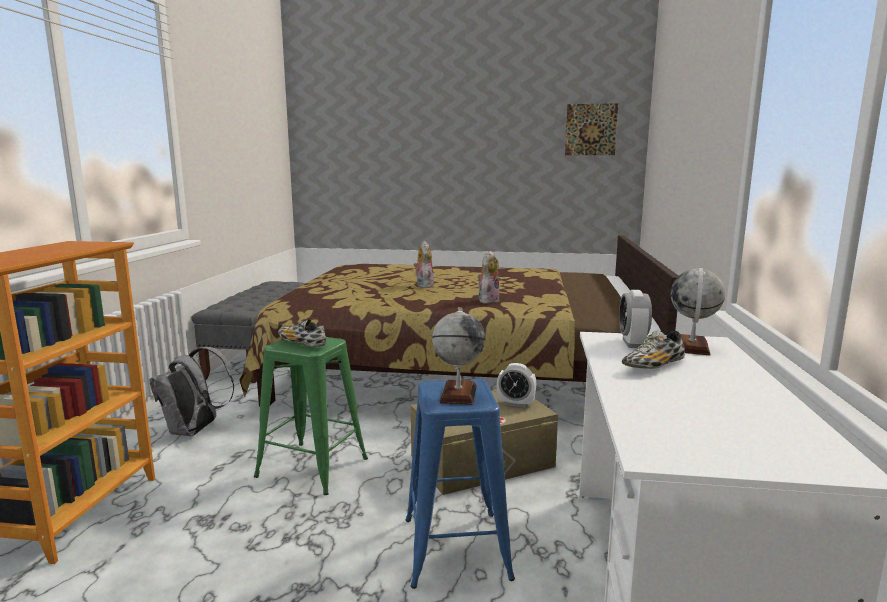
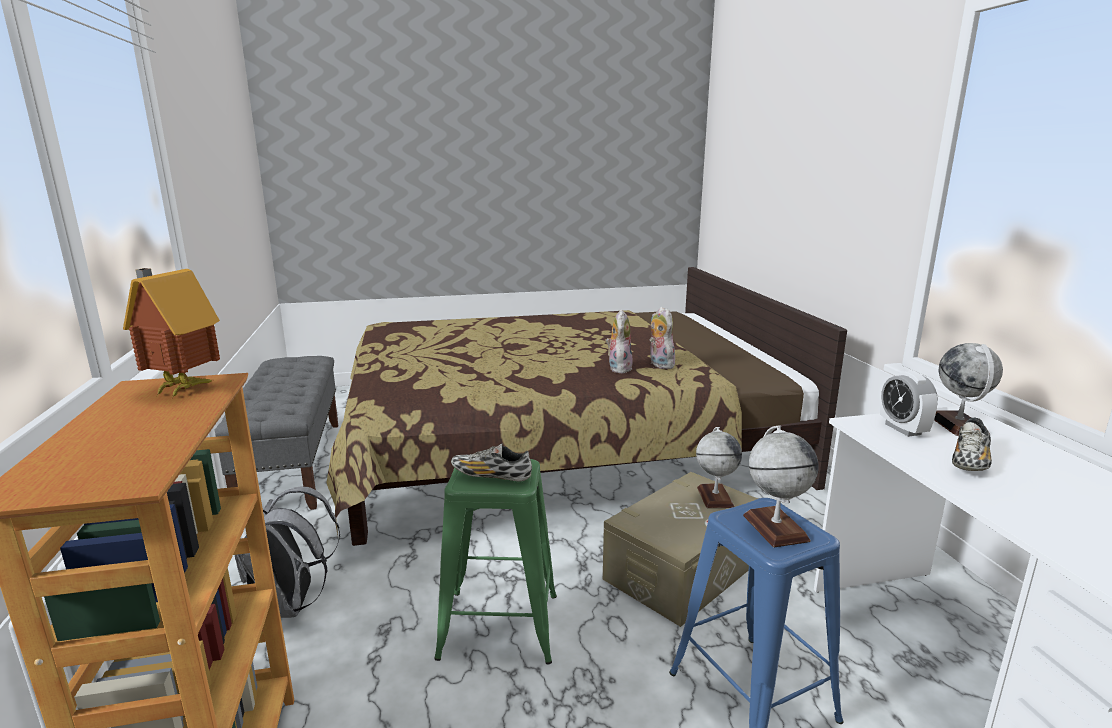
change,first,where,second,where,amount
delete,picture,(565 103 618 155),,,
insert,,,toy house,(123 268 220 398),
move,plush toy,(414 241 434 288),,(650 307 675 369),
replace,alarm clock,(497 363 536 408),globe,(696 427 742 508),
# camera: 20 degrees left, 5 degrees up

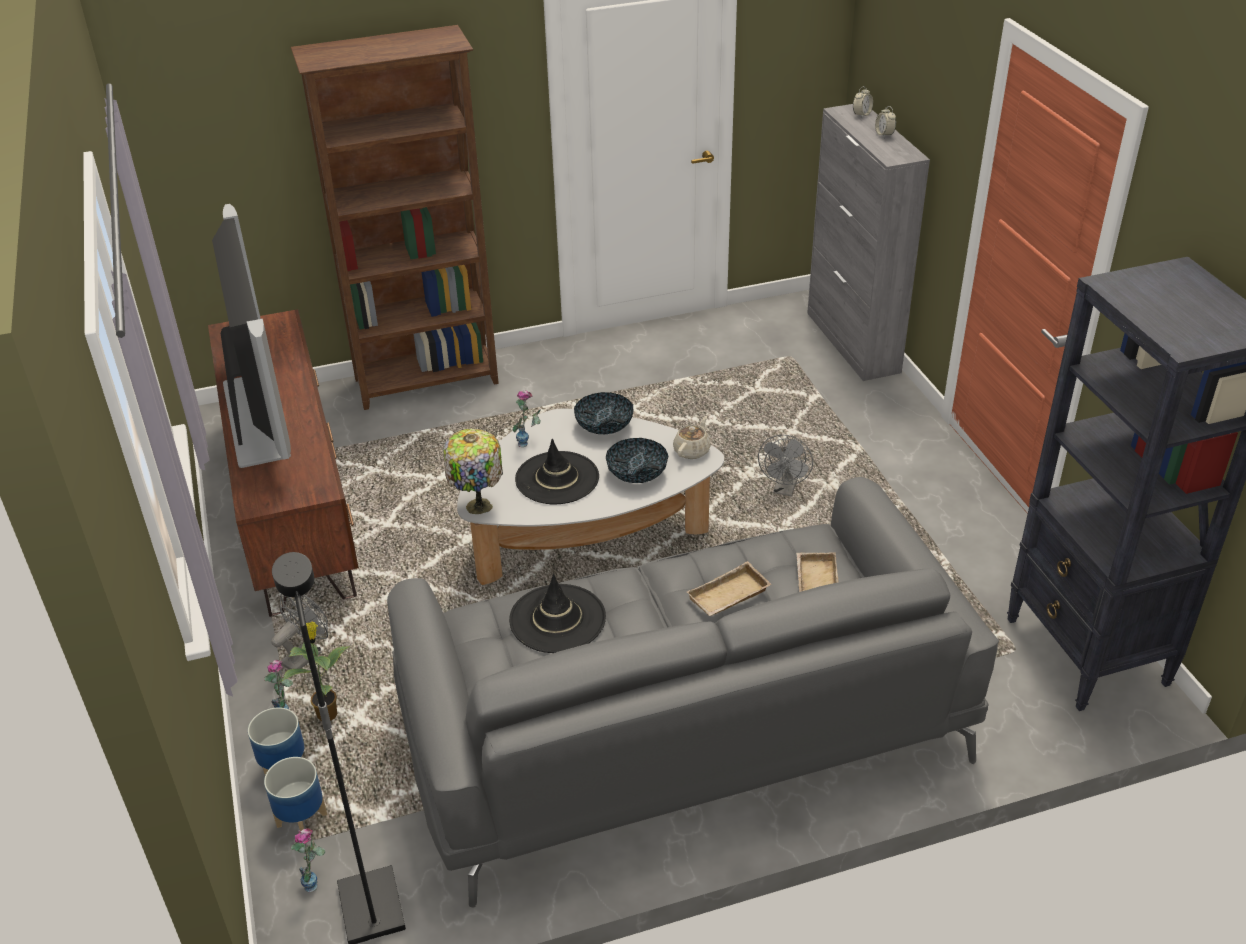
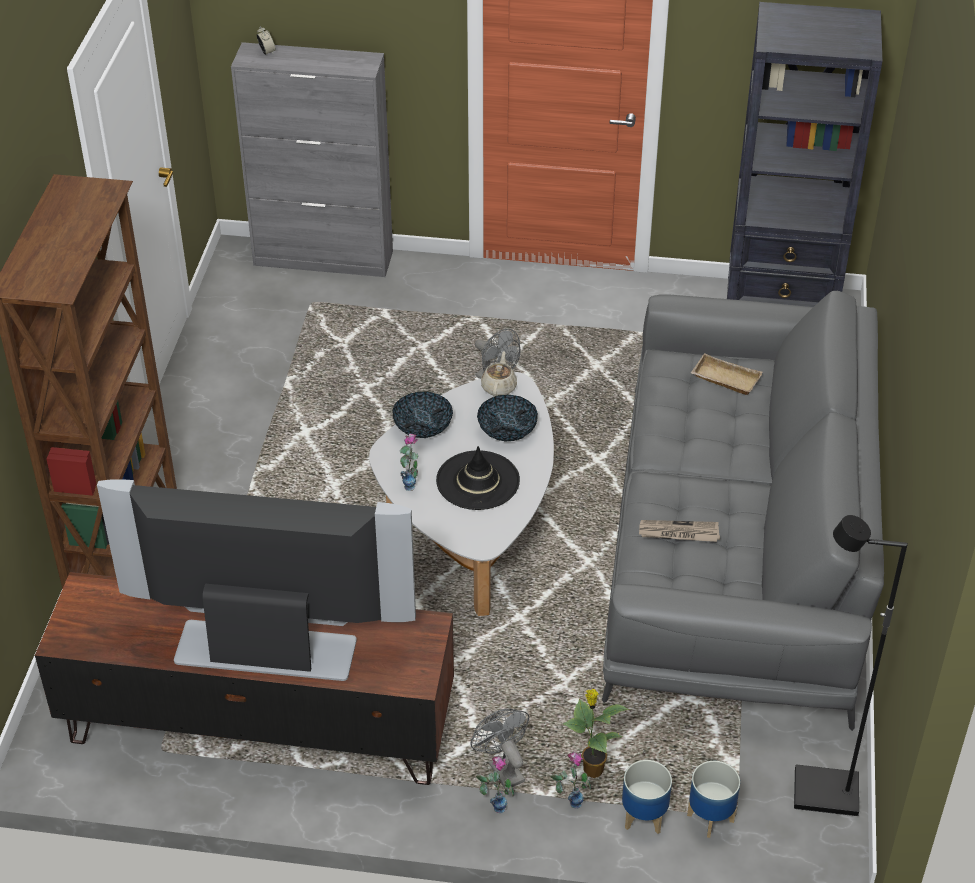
change,first,where,second,where,amount
delete,table lamp,(444 429 503 514),,,
delete,beige tray,(687 561 771 616),,,
delete,alarm clock,(875 106 896 138),,,
move,vase,(291 828 325 893),,(476 756 514 813),
replace,black hat,(509 574 606 653),newspaper,(639 520 720 542),
rotate,beige teapot,(673 416 711 459),,(481 351 517 397),45 degrees clockwise
# camera: 65 degrees left, 5 degrees up

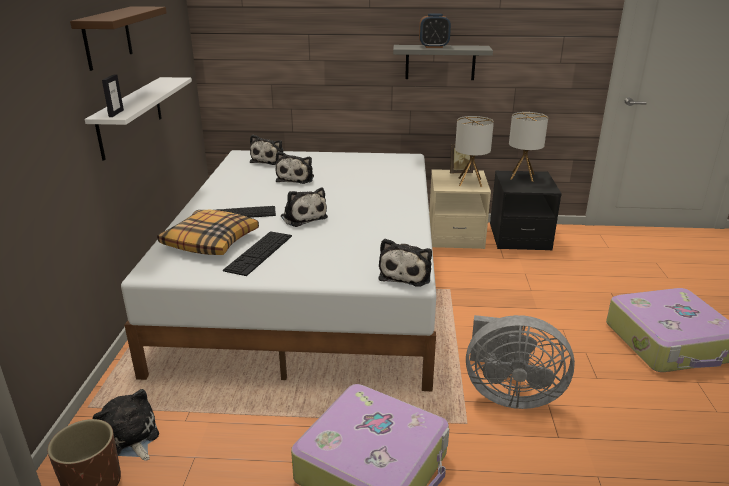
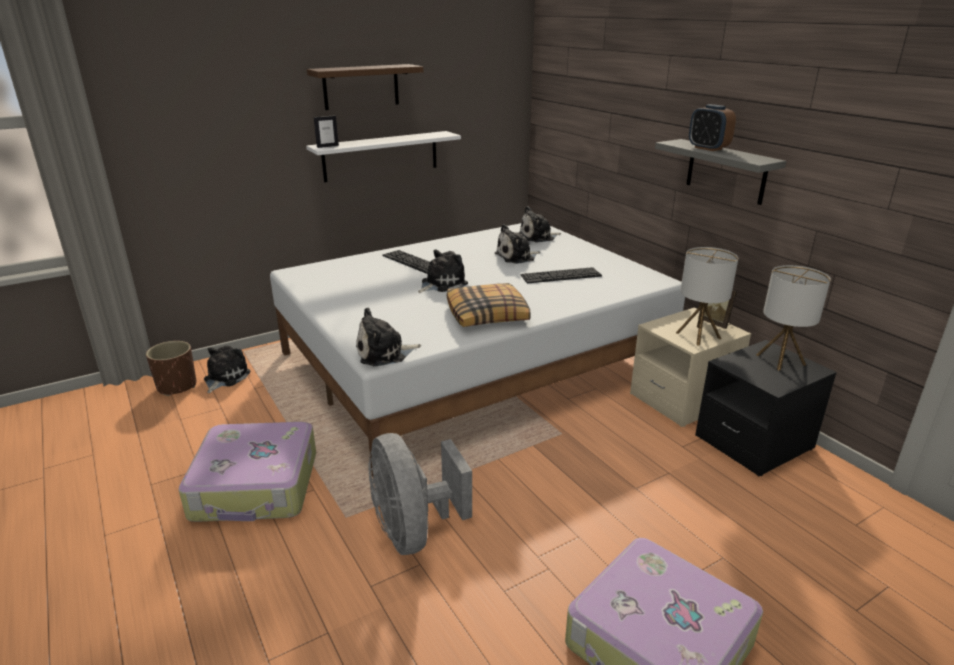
change,first,where,second,where,amount
move,pillow,(157 210 259 255),,(447 283 531 327),
move,keyboard,(223 231 292 276),,(521 267 602 283),
rotate,plush toy,(280 187 328 227),,(418 250 468 293),150 degrees counterclockwise
# camera: 55 degrees right, 0 degrees up

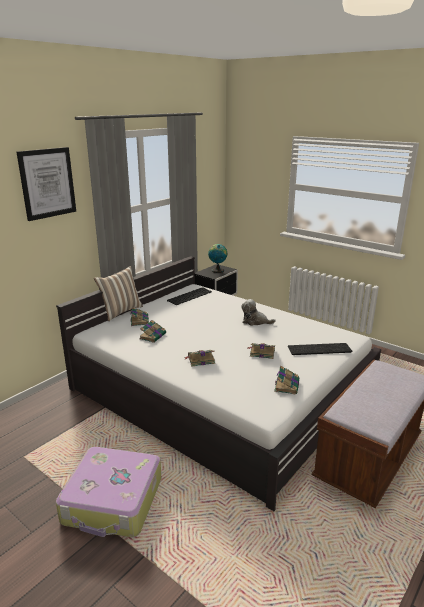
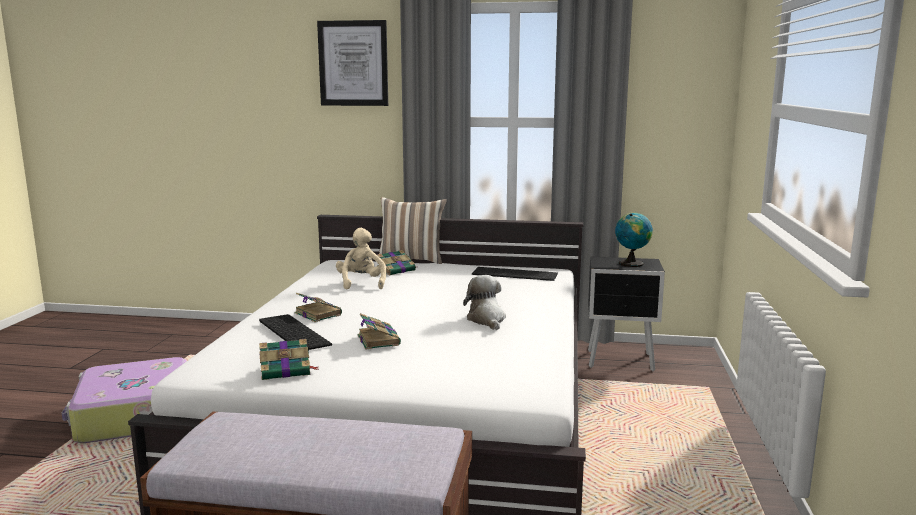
change,first,where,second,where,amount
move,keyboard,(288 343 352 355),,(259 314 332 351),
replace,book,(139 320 166 343),beige plush toy,(336 228 387 289),
# camera: 60 degrees right, 10 degrees down

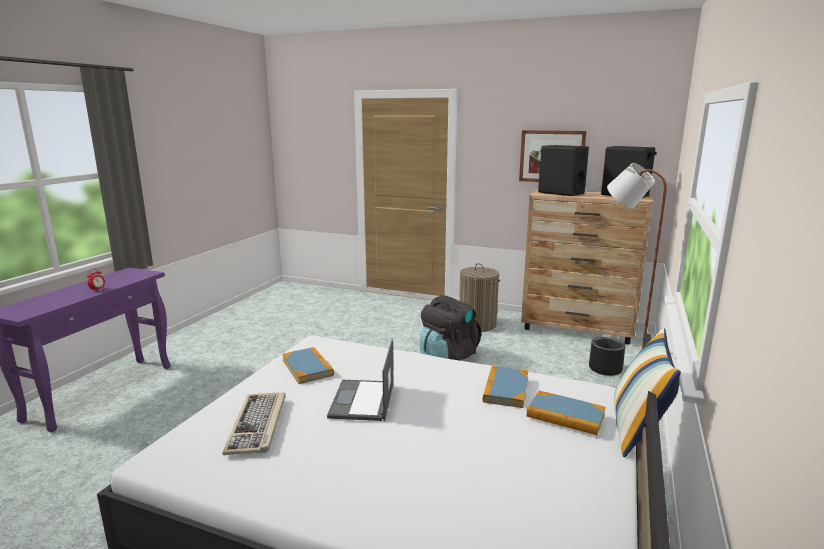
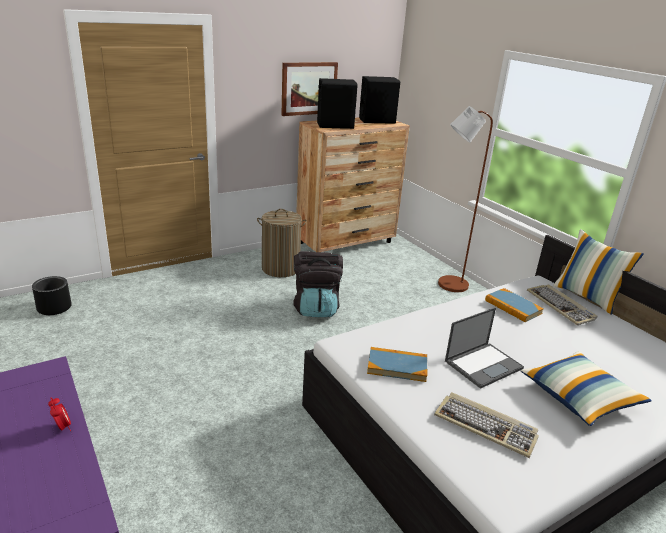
change,first,where,second,where,amount
insert,,,pillow,(521 351 652 426),
move,black planter,(589 337 625 376),,(32 276 71 315),
replace,book,(527 391 606 435),keyboard,(527 284 597 325),
rotate,laptop,(327 339 393 421),,(445 307 524 389),75 degrees counterclockwise
# camera: 55 degrees left, 10 degrees up

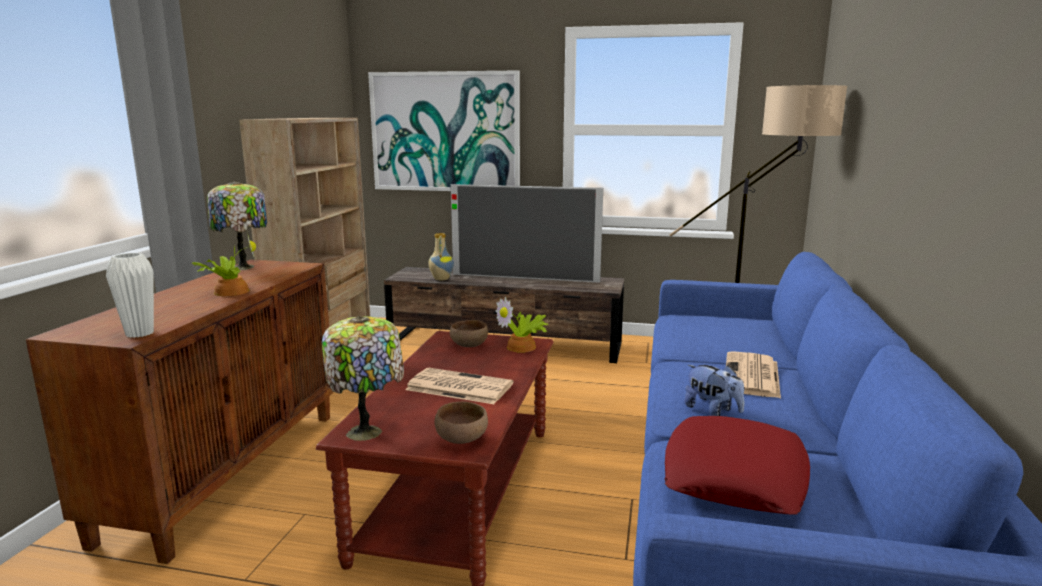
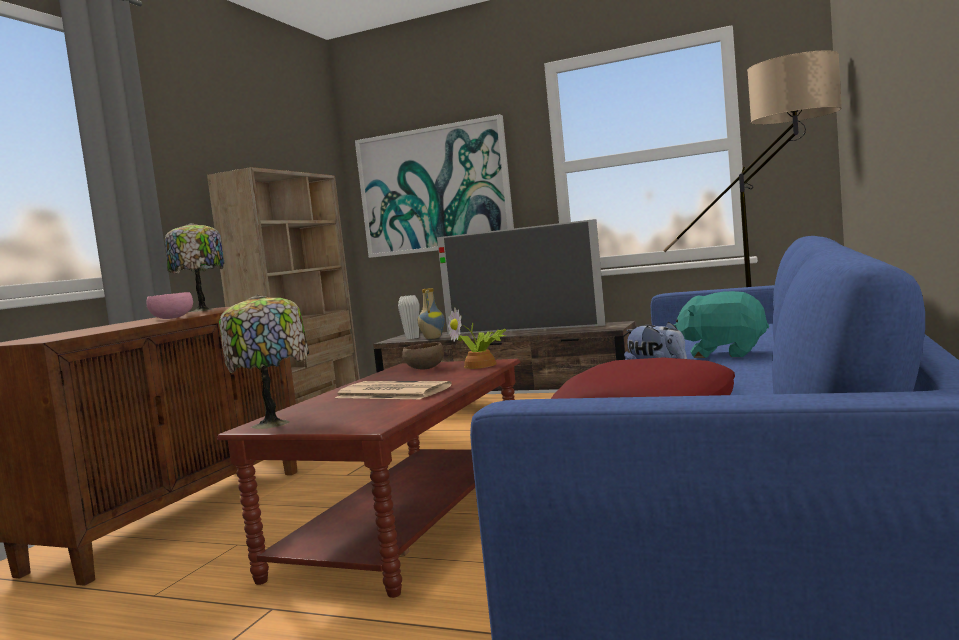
change,first,where,second,where,amount
delete,brown bowl,(435 401 488 444),,,
move,white vase,(106 253 154 338),,(398 295 419 339),
replace,potted plant,(192 235 256 296),pink bowl,(146 292 193 319),
replace,newspaper,(726 351 781 398),turquoise plush toy,(674 291 769 358),
# camera: 10 degrees right, 10 degrees down

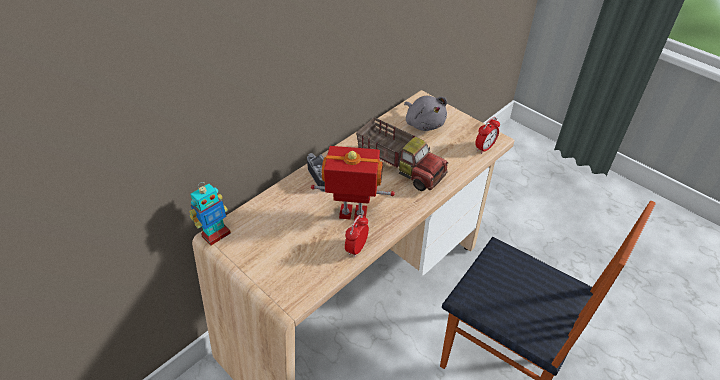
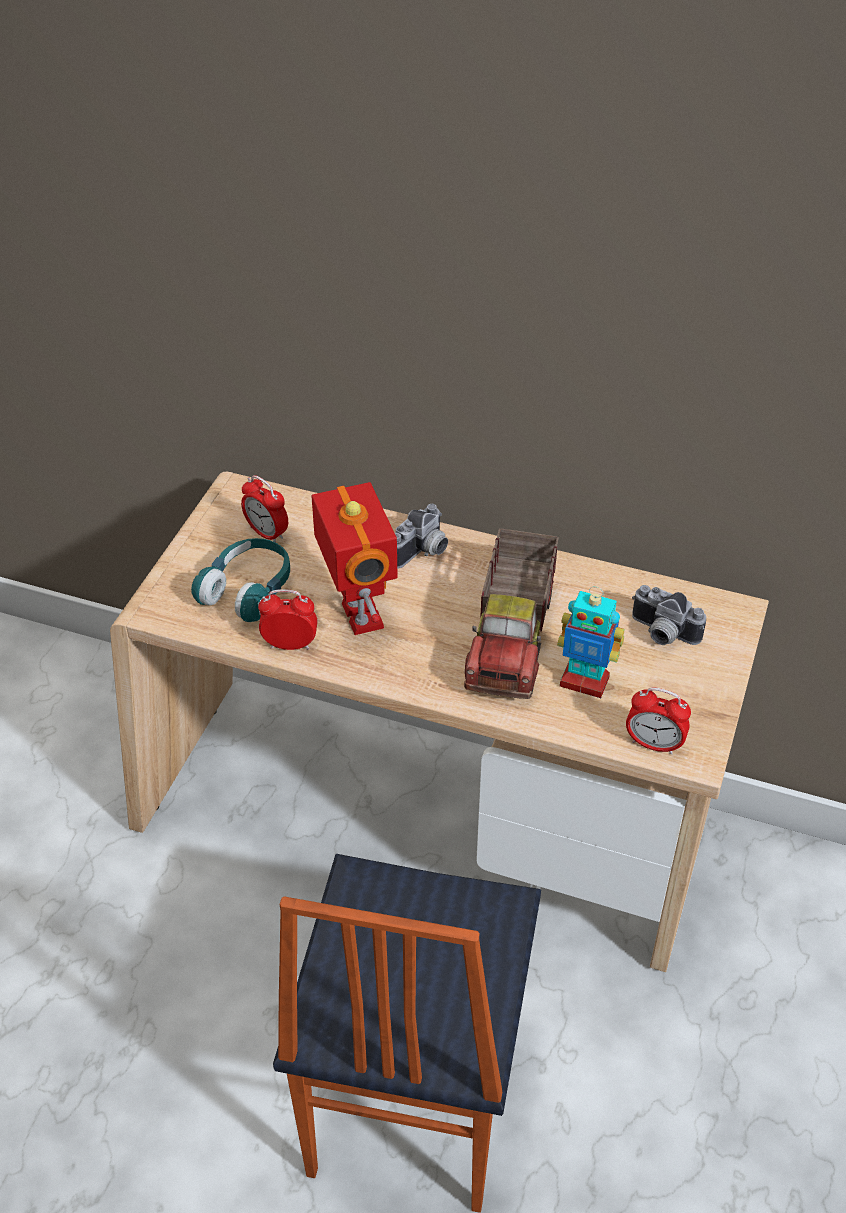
change,first,where,second,where,amount
insert,,,turquoise headphones,(191 538 290 622),
insert,,,alarm clock,(241 475 288 542),
move,toy robot,(189 182 231 246),,(557 586 624 698),
replace,grey plush toy,(404 96 447 131),photo camera,(632 585 706 645),
# camera: 65 degrees right, 0 degrees up

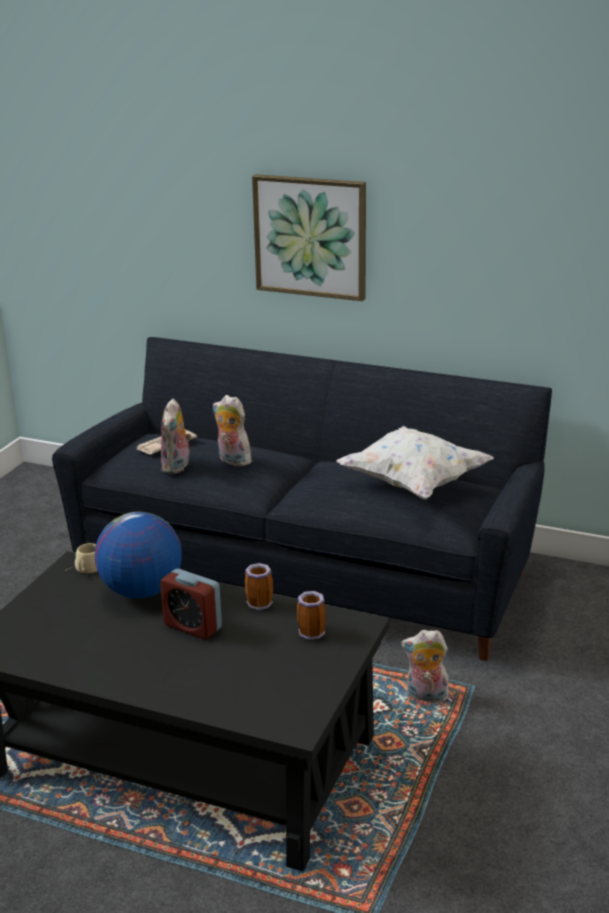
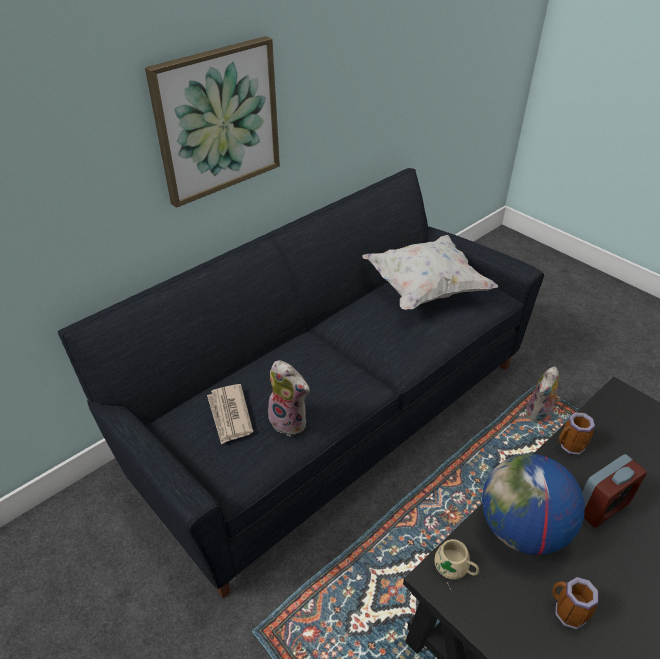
change,first,where,second,where,amount
delete,plush toy,(213 395 251 466),,,
move,mug,(297 591 326 640),,(552 577 599 629),
# camera: 65 degrees left, 15 degrees up

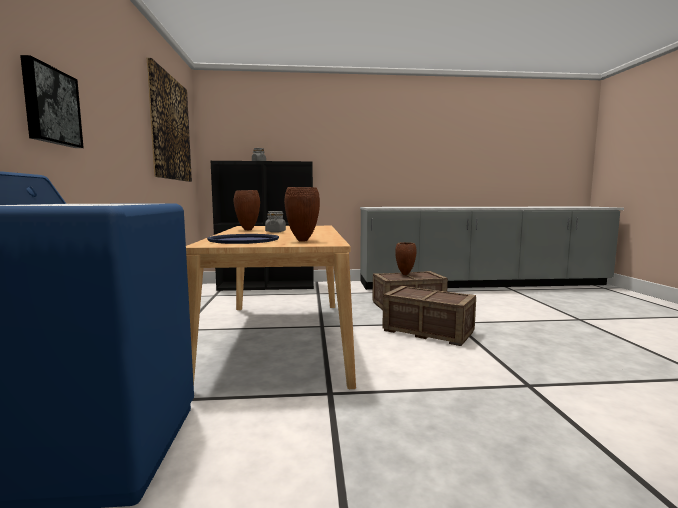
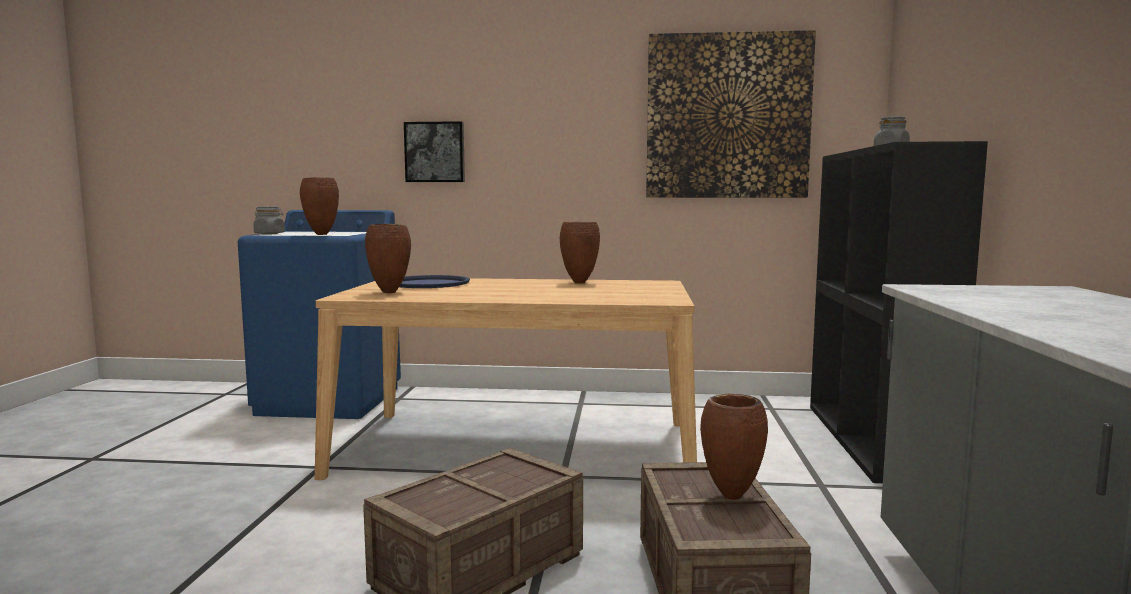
change,first,where,second,where,amount
insert,,,brown vase,(300 177 339 235),
move,grey jar,(265 211 286 233),,(253 206 285 234),
# camera: 100 degrees right, 0 degrees up

